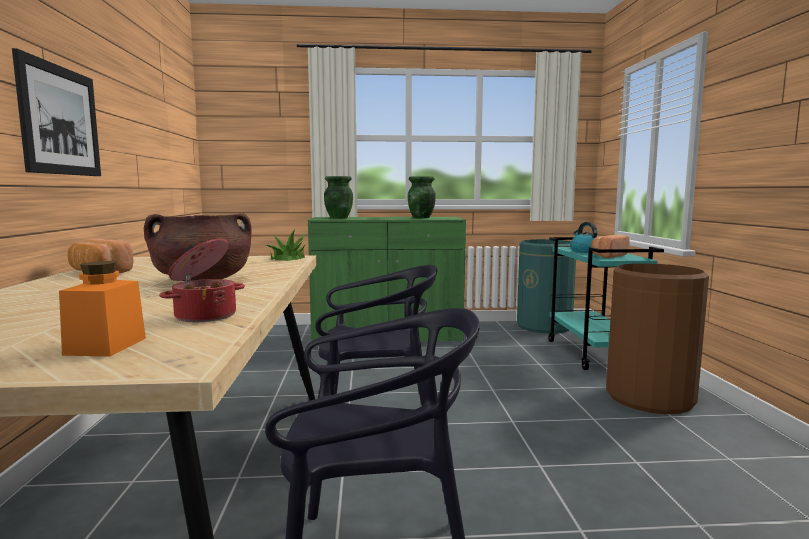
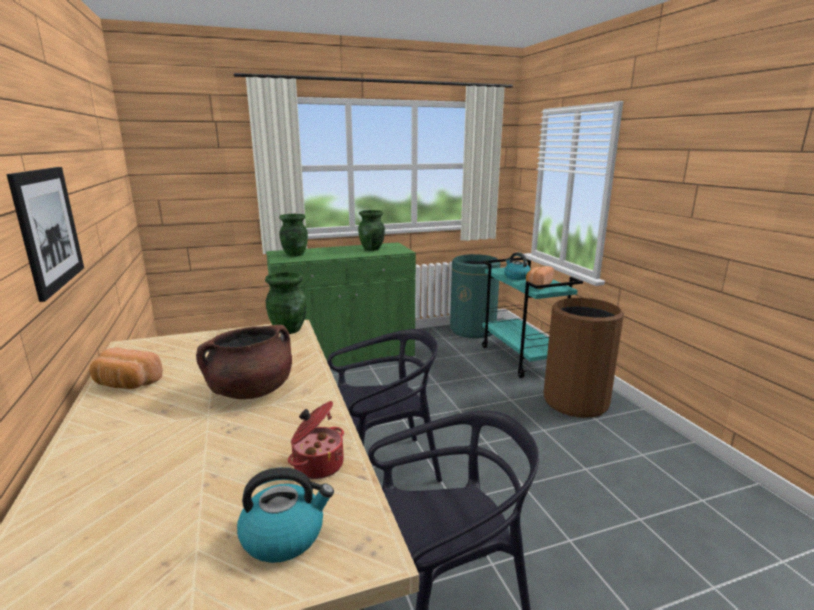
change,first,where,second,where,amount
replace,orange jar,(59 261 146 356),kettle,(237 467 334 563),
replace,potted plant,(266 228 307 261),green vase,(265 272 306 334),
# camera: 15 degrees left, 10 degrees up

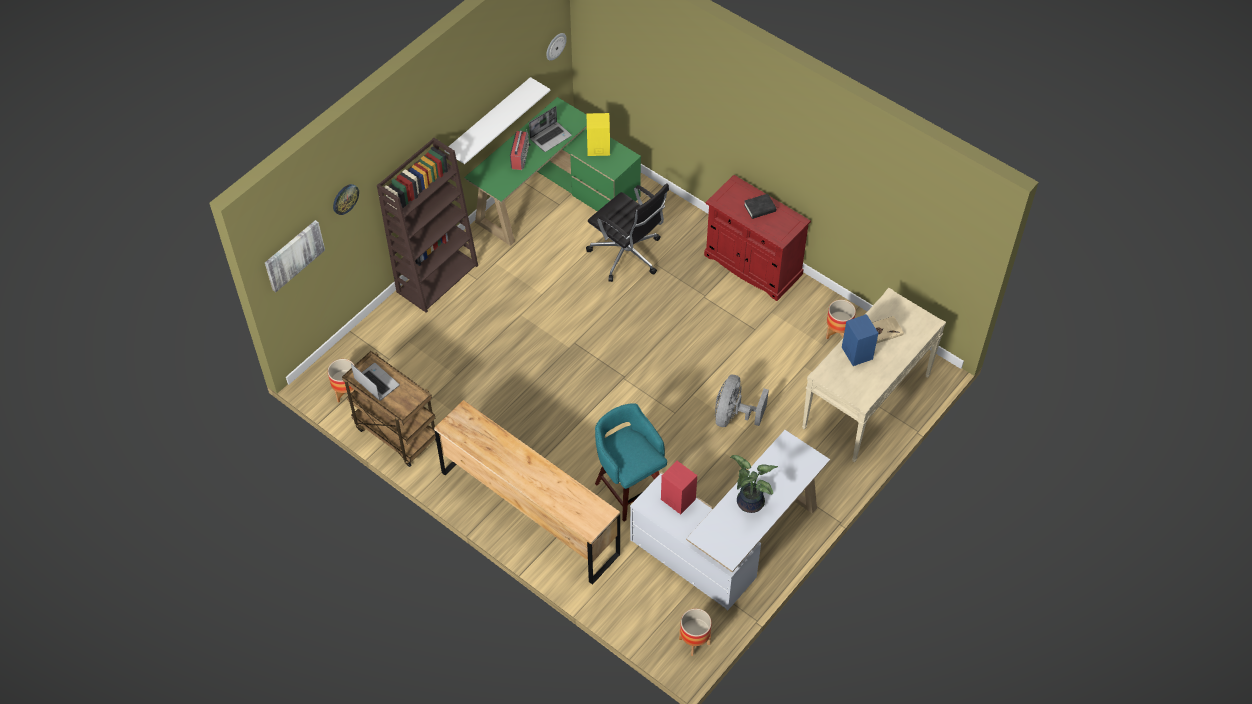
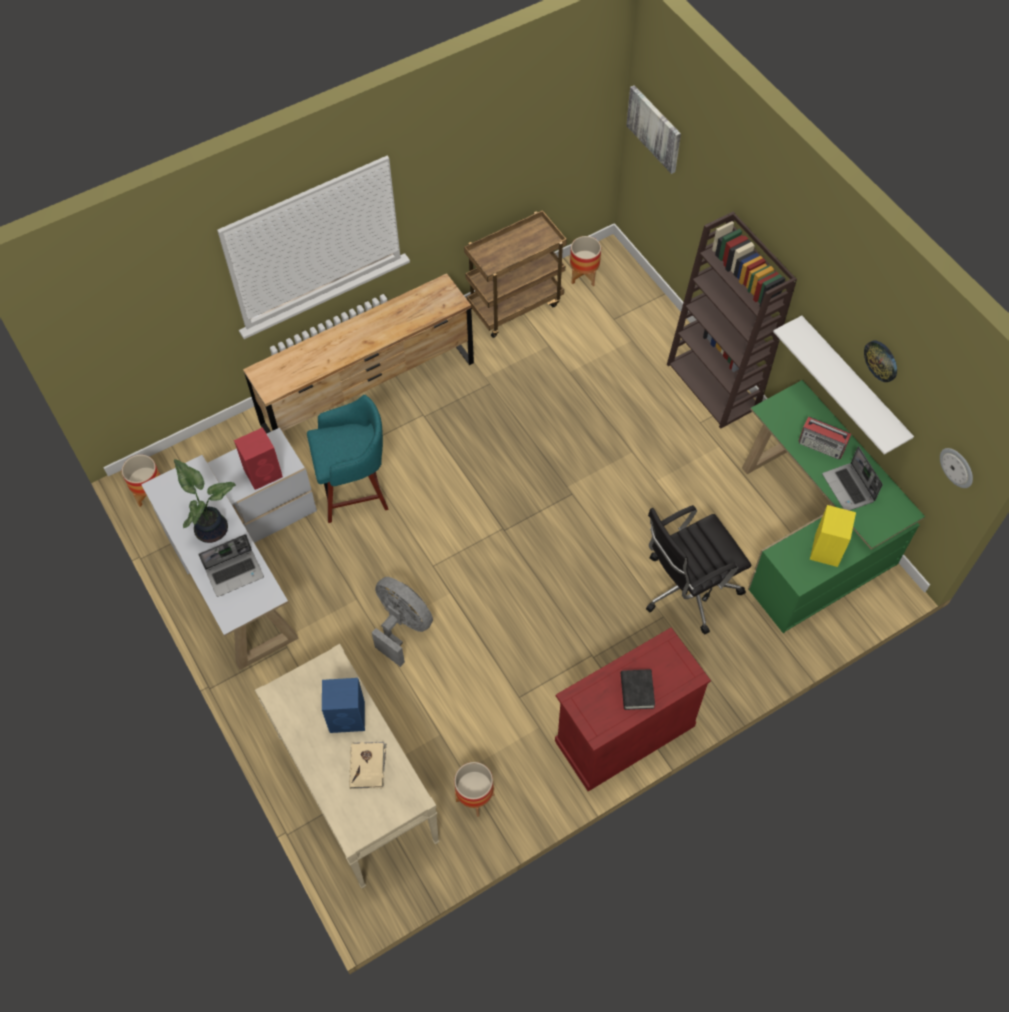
change,first,where,second,where,amount
move,wall clock,(333 184 359 215),,(864 341 897 382),
move,laptop,(351 363 400 401),,(198 534 264 597),
# camera: 110 degrees right, 5 degrees up

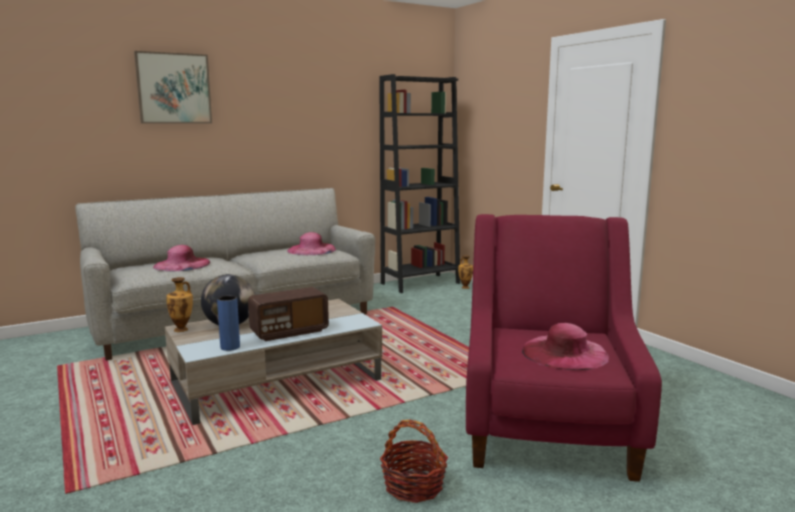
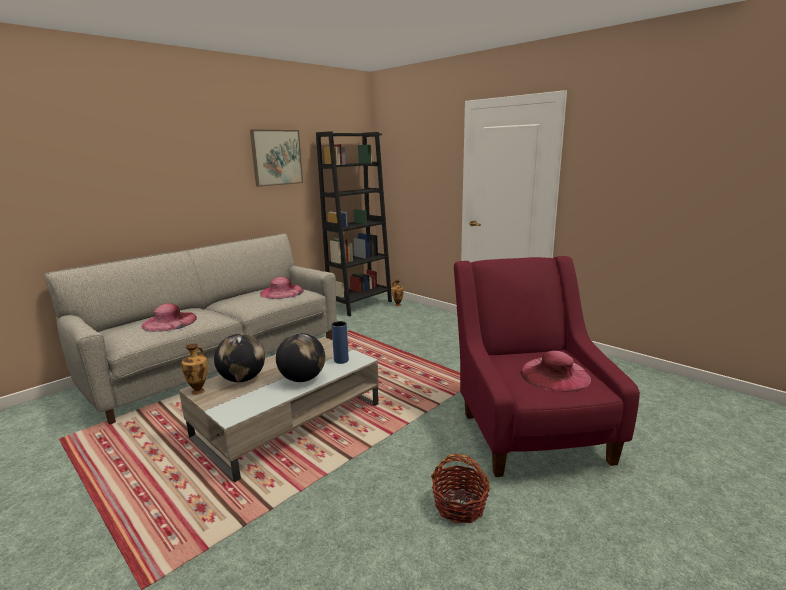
change,first,where,second,where,amount
move,picture,(134 51 212 123),,(250 129 303 187),
move,blue vase,(217 295 240 351),,(332 321 349 364),
replace,radio,(248 287 329 341),globe,(276 333 325 382),
# camera: 15 degrees left, 5 degrees up

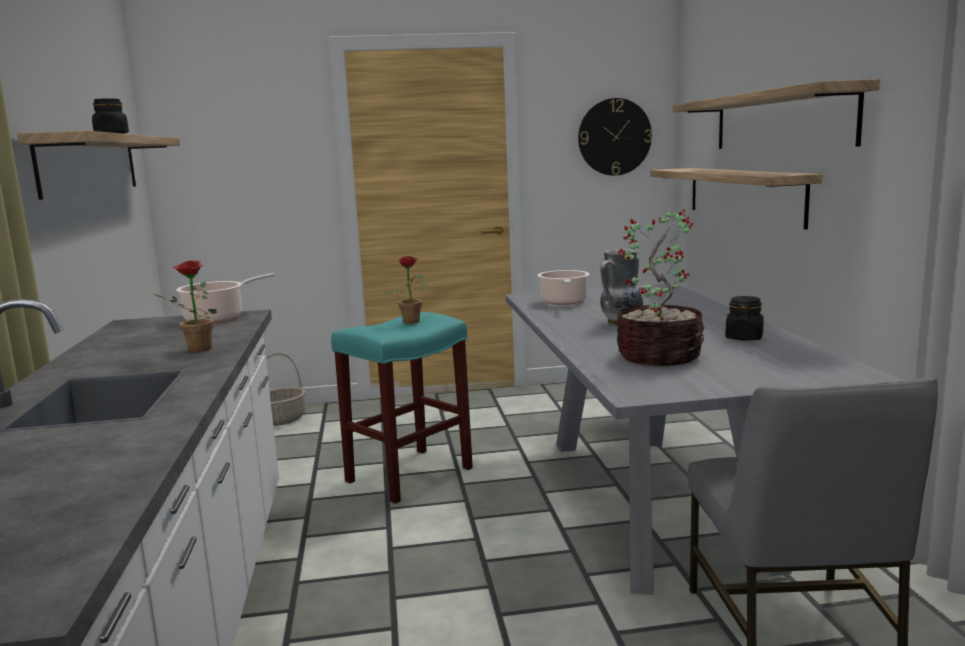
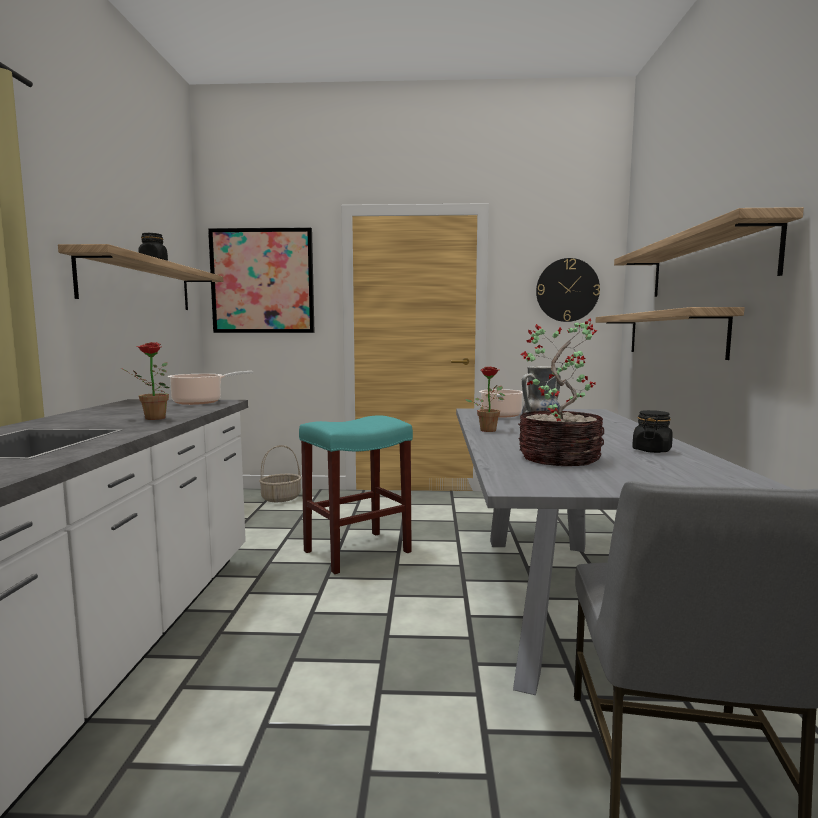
change,first,where,second,where,amount
insert,,,picture,(208 227 315 333),
move,potted plant,(384 256 426 324),,(465 366 505 432),
# camera: 10 degrees right, 5 degrees down

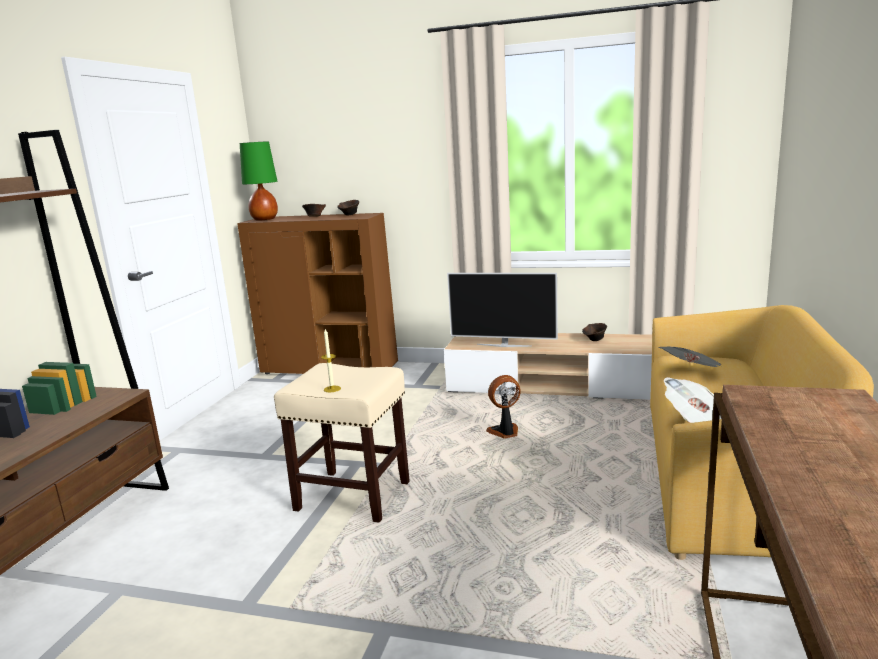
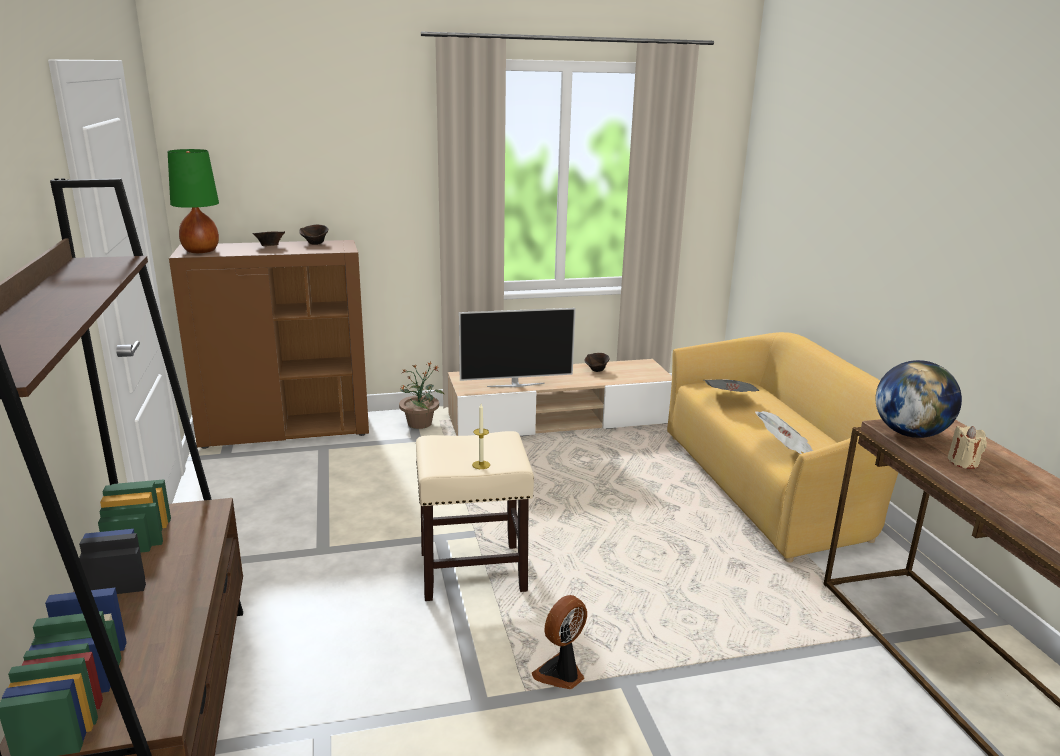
change,first,where,second,where,amount
insert,,,potted plant,(399 362 444 429),
insert,,,globe,(875 360 962 438),
insert,,,beige candle,(947 426 987 469),
move,fan,(486 375 521 439),,(532 595 587 689),
# camera: 30 degrees left, 5 degrees up

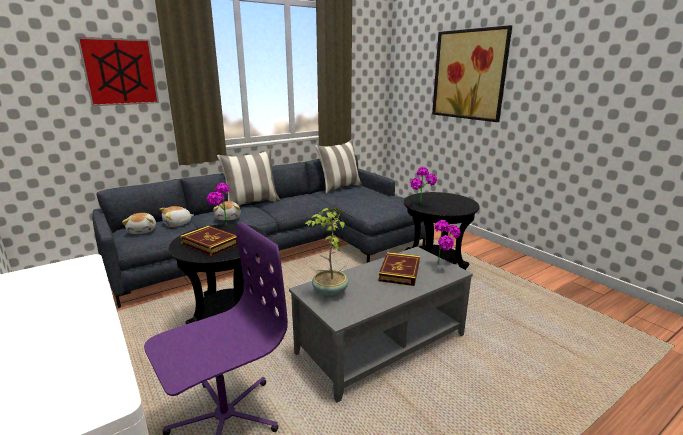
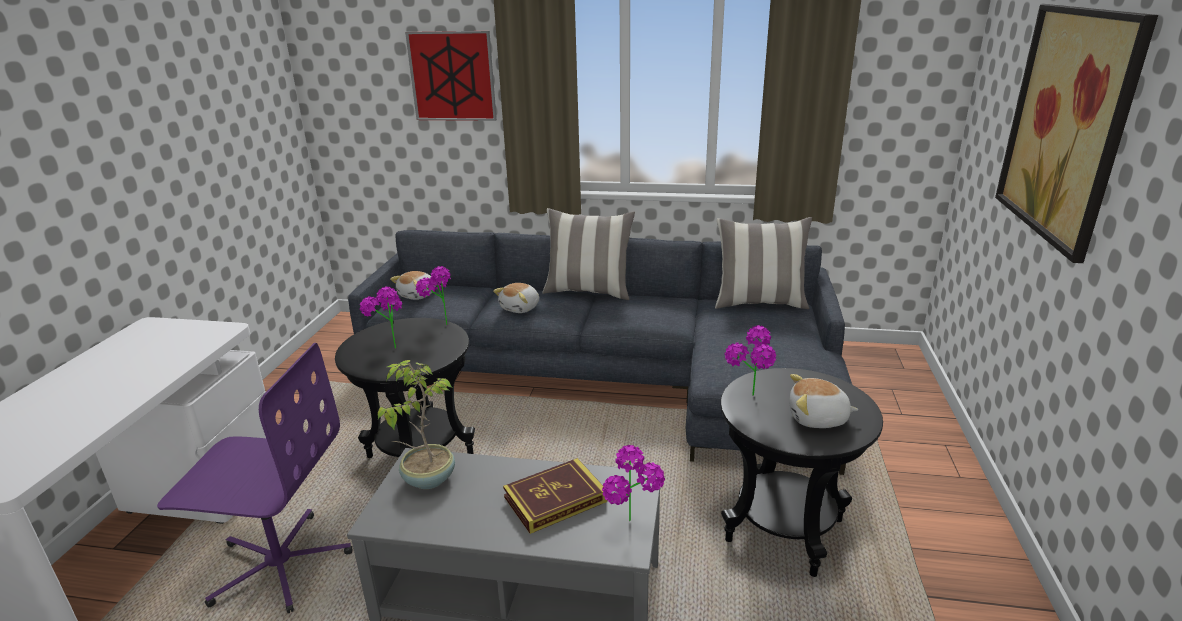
change,first,where,second,where,amount
move,plush toy,(159 206 194 227),,(789 374 859 428),
replace,book,(180 226 238 256),potted plant,(360 286 402 349),
# camera: 45 degrees right, 5 degrees up

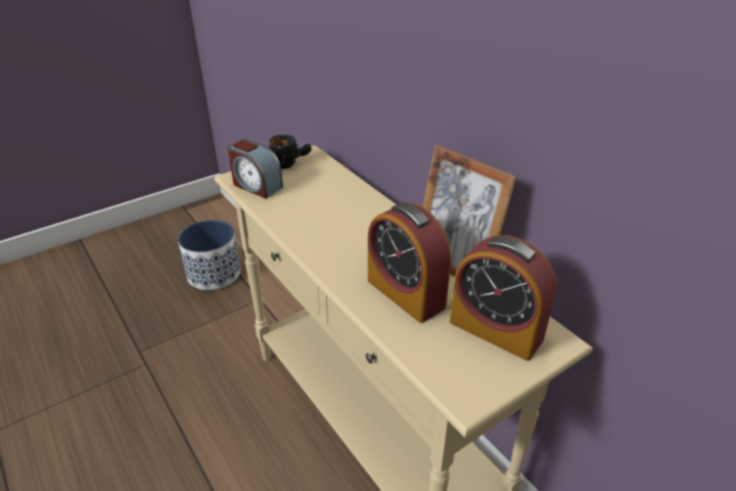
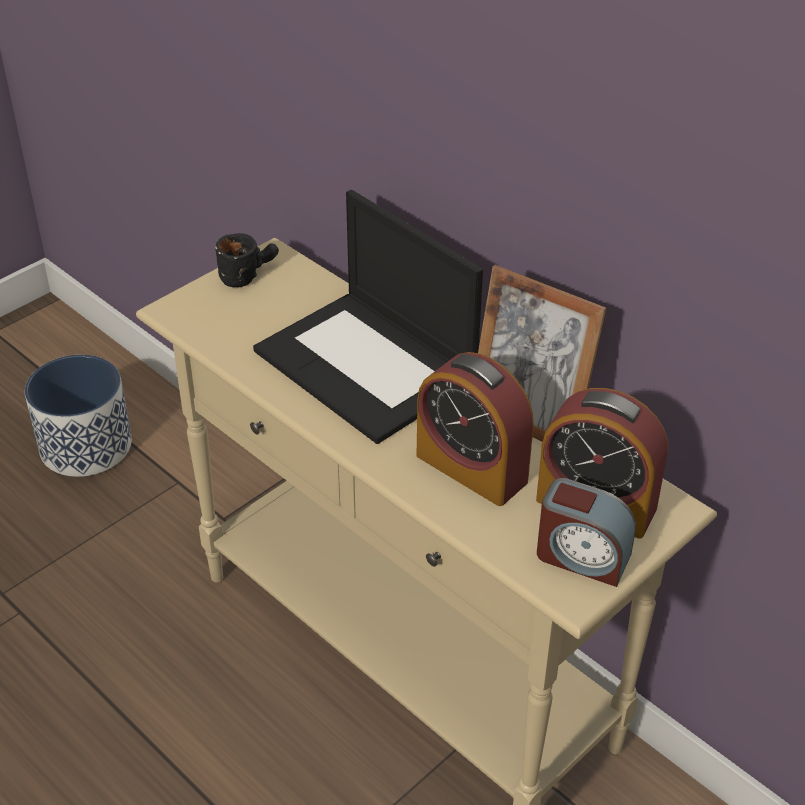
change,first,where,second,where,amount
insert,,,laptop,(253 190 483 444),
move,alarm clock,(228 139 283 199),,(537 478 636 587),
# camera: 10 degrees left, 5 degrees up

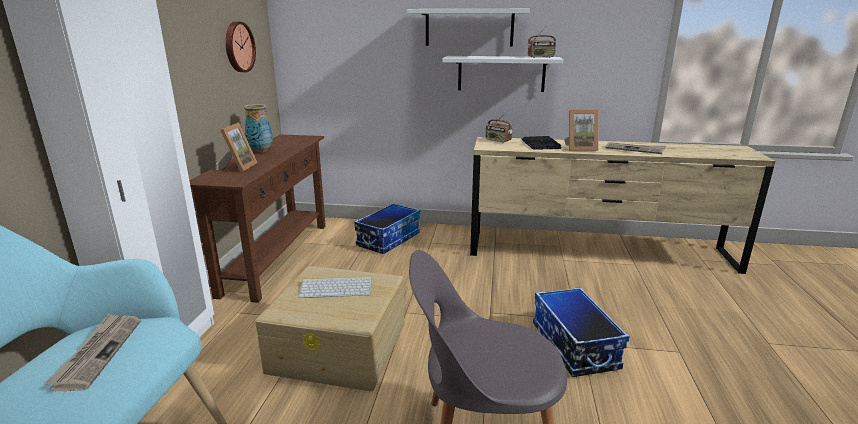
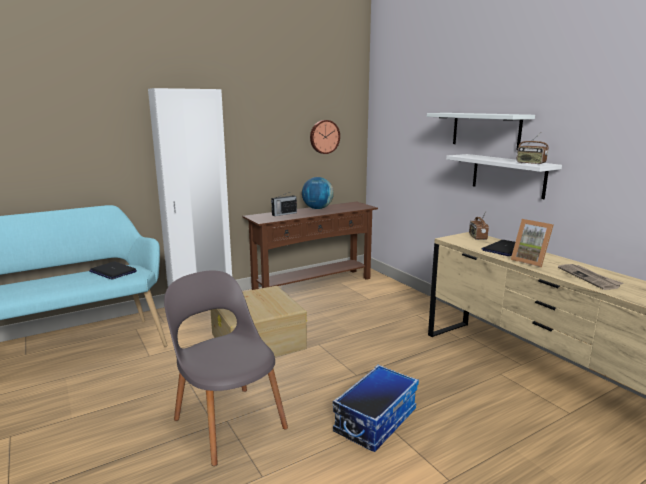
change,first,where,second,where,amount
delete,keyboard,(298 277 372 298),,,
delete,storage box,(354 203 420 254),,,
replace,newspaper,(45 314 141 391),laptop,(89 261 137 280),
replace,picture frame,(215 122 257 172),radio,(271 192 297 216),
replace,vase,(243 104 273 153),globe,(302 177 334 209),
# camera: 50 degrees right, 5 degrees down

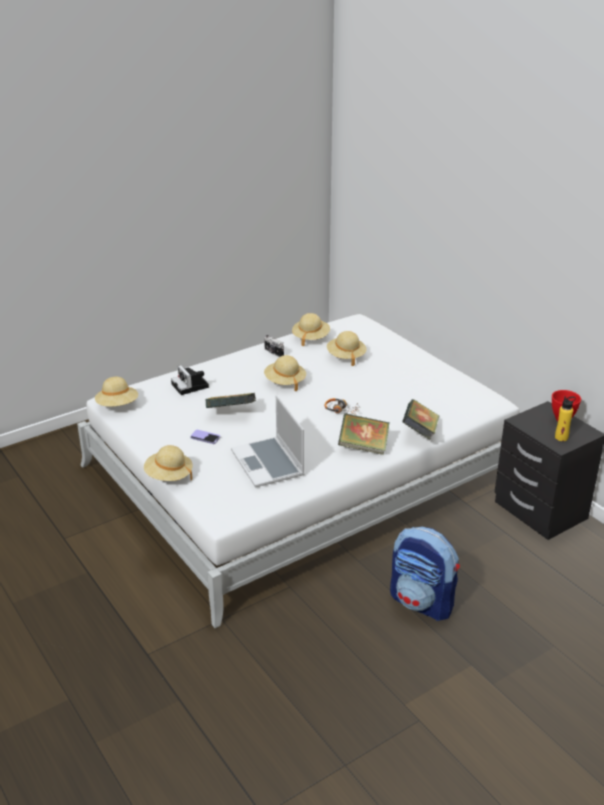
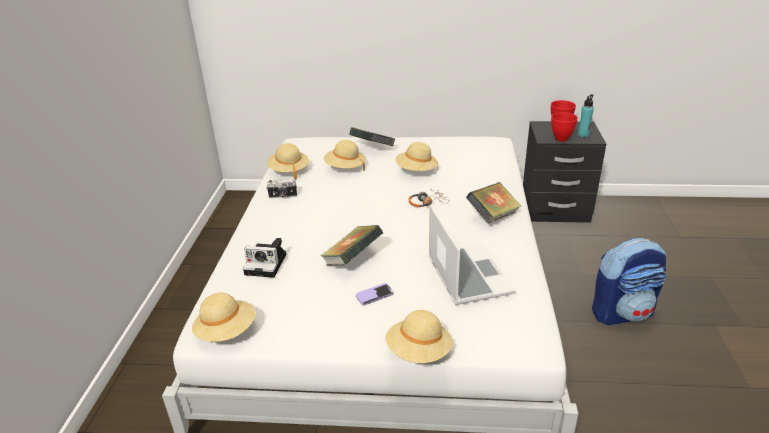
change,first,where,second,where,amount
insert,,,red bowl,(551 112 578 142),
move,beige hat,(264 355 306 391),,(395 142 438 171),
move,book,(402 399 439 440),,(349 127 395 146),
recolor,yellow bottle,(555 396 576 441),turquoise bottle,(578 94 594 137),
rotate,laptop,(231 395 304 488),,(428 204 516 305),120 degrees counterclockwise
# camera: 50 degrees left, 0 degrees up

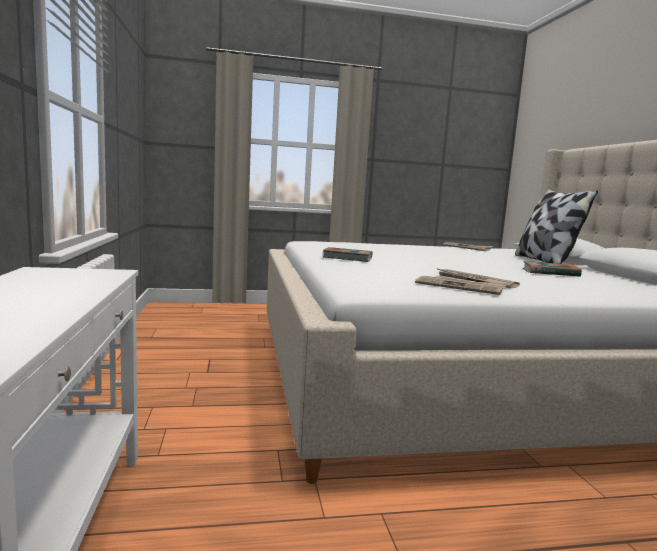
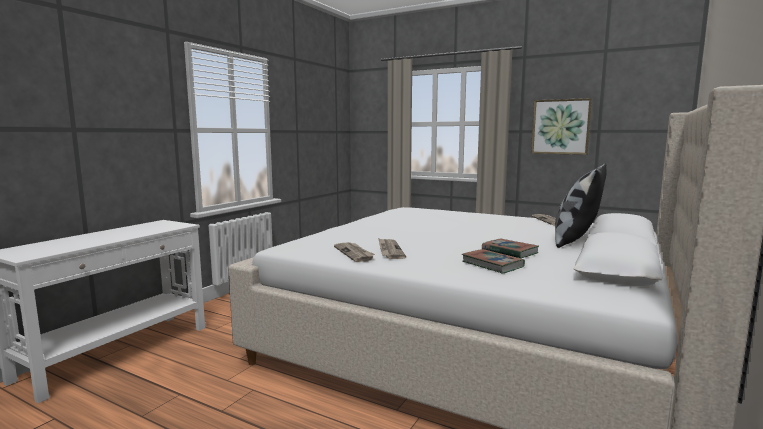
change,first,where,second,where,amount
insert,,,picture,(531 98 592 155),
move,book,(323 247 373 262),,(462 249 525 274),
# camera: 40 degrees right, 0 degrees up

